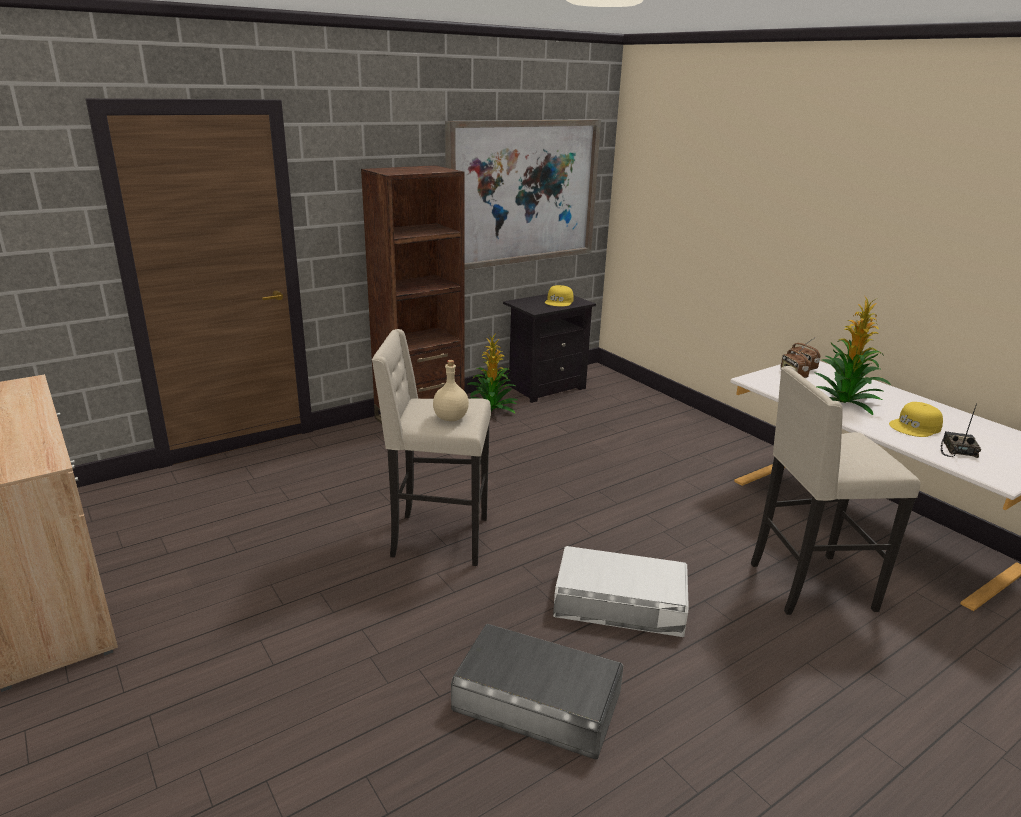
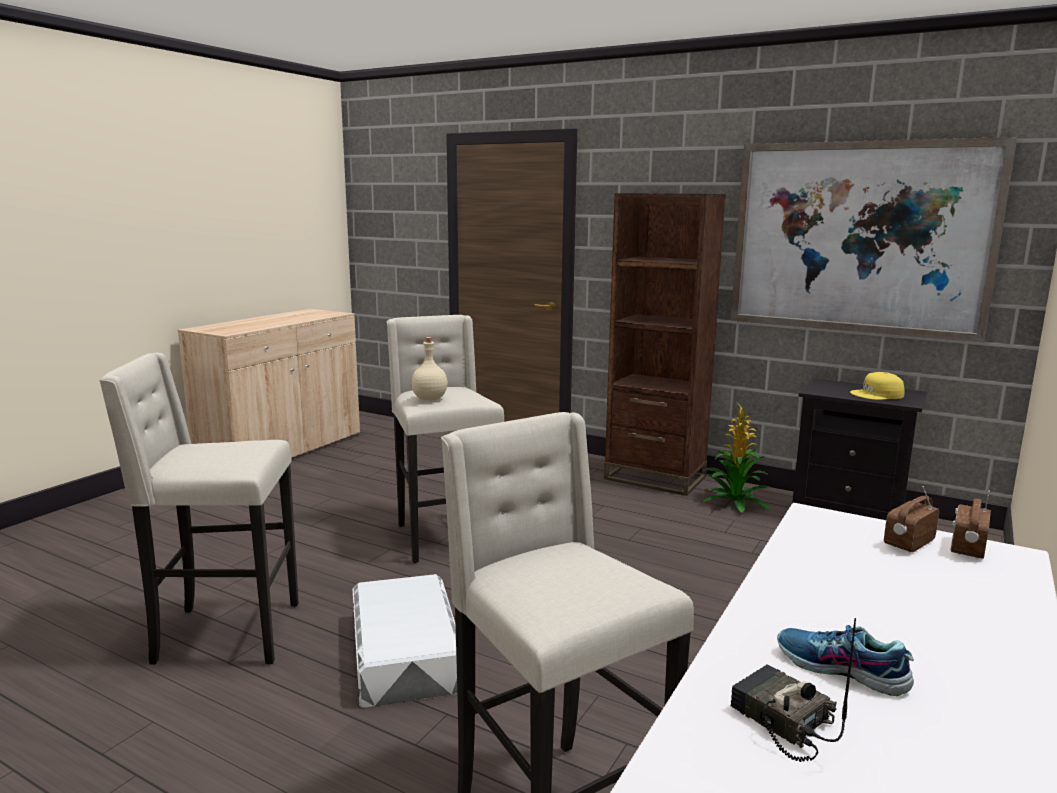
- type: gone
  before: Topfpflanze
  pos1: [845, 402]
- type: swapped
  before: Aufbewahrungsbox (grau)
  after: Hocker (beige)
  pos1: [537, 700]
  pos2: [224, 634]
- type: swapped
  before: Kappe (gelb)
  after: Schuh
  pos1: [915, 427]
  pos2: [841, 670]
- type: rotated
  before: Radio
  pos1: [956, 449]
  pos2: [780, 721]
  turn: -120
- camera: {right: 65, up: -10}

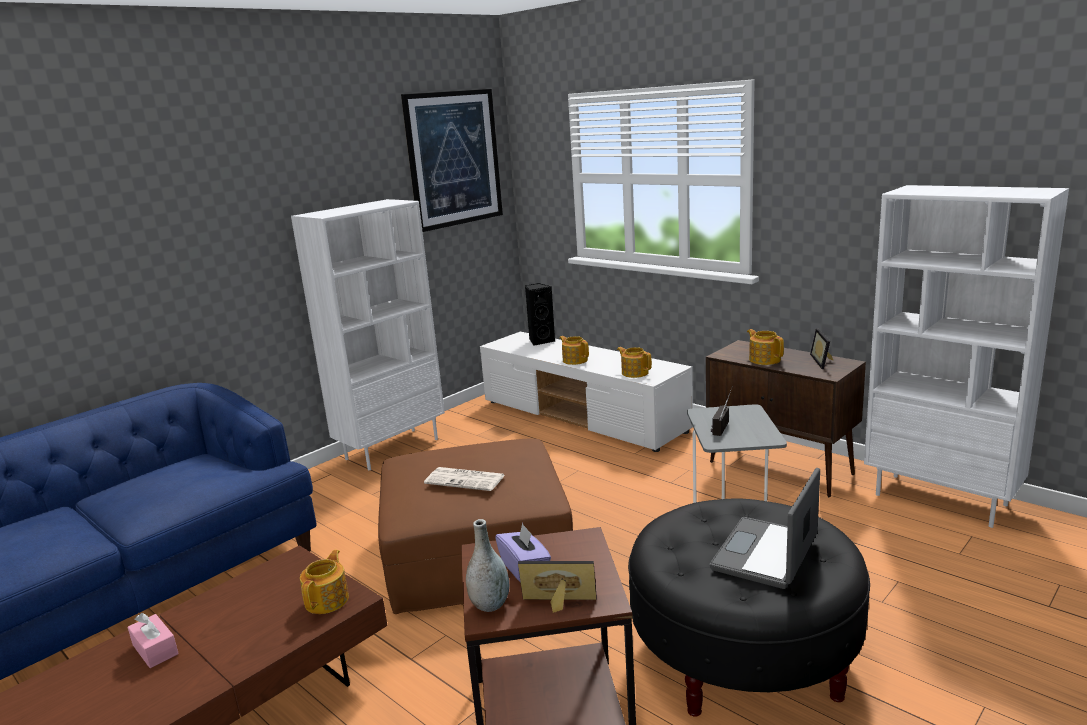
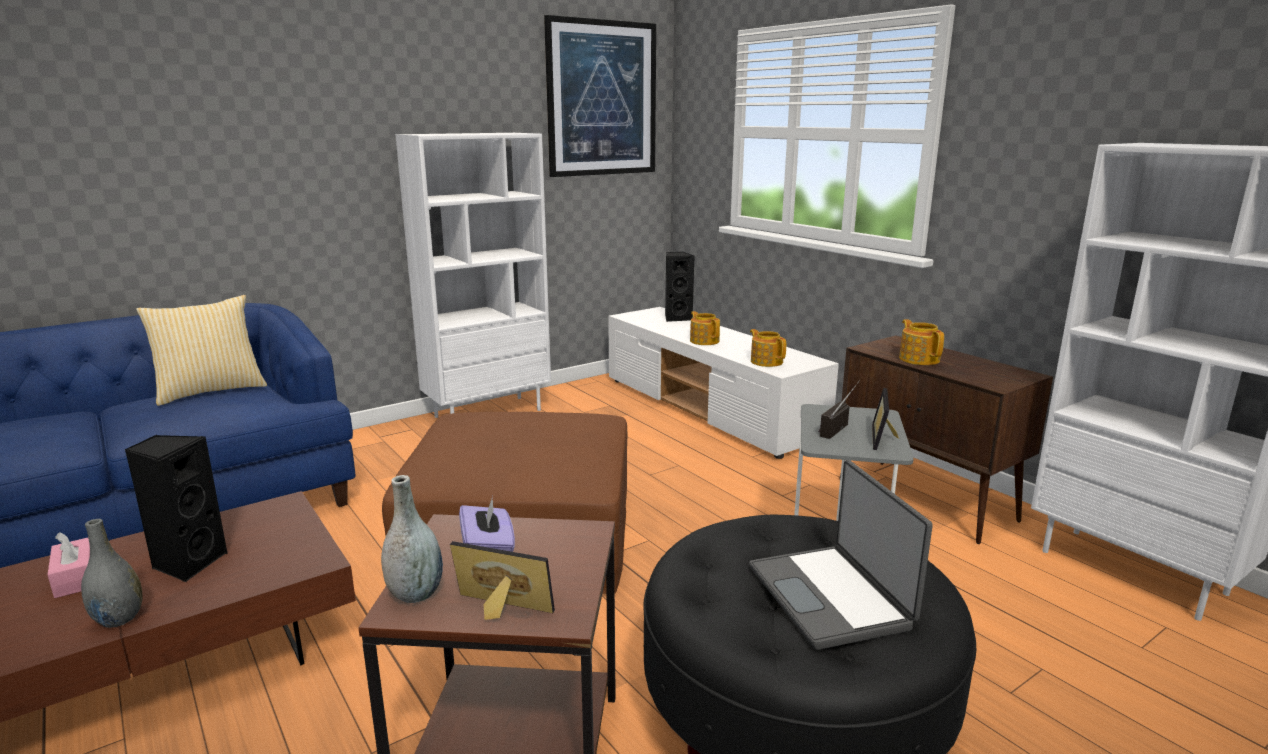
- type: gone
  before: Teekanne
  pos1: [328, 600]
- type: gone
  before: Zeitung
  pos1: [466, 479]
- type: new
  after: Vase (grau)
  pos2: [119, 619]
- type: new
  after: Lautsprecher (schwarz)
  pos2: [188, 563]
- type: new
  after: Kissen
  pos2: [210, 391]
- type: shifted
  before: Bilderrahmen
  pos1: [824, 361]
  pos2: [885, 438]
- type: rotated
  before: Laptop
  pos1: [767, 554]
  pos2: [831, 597]
  turn: -60
- camera: {right: 10, up: 0}

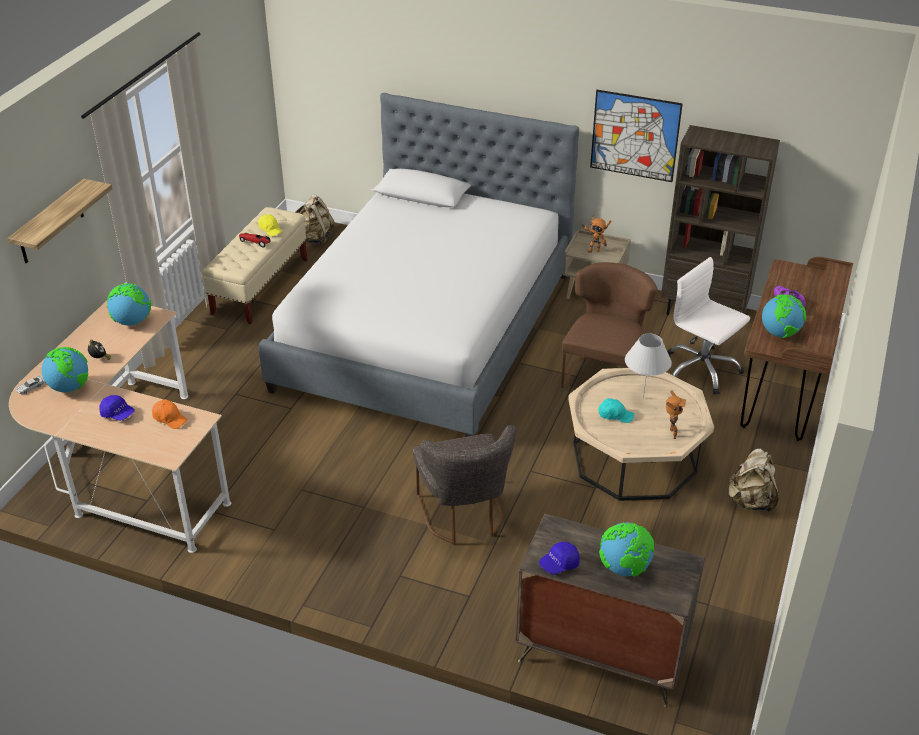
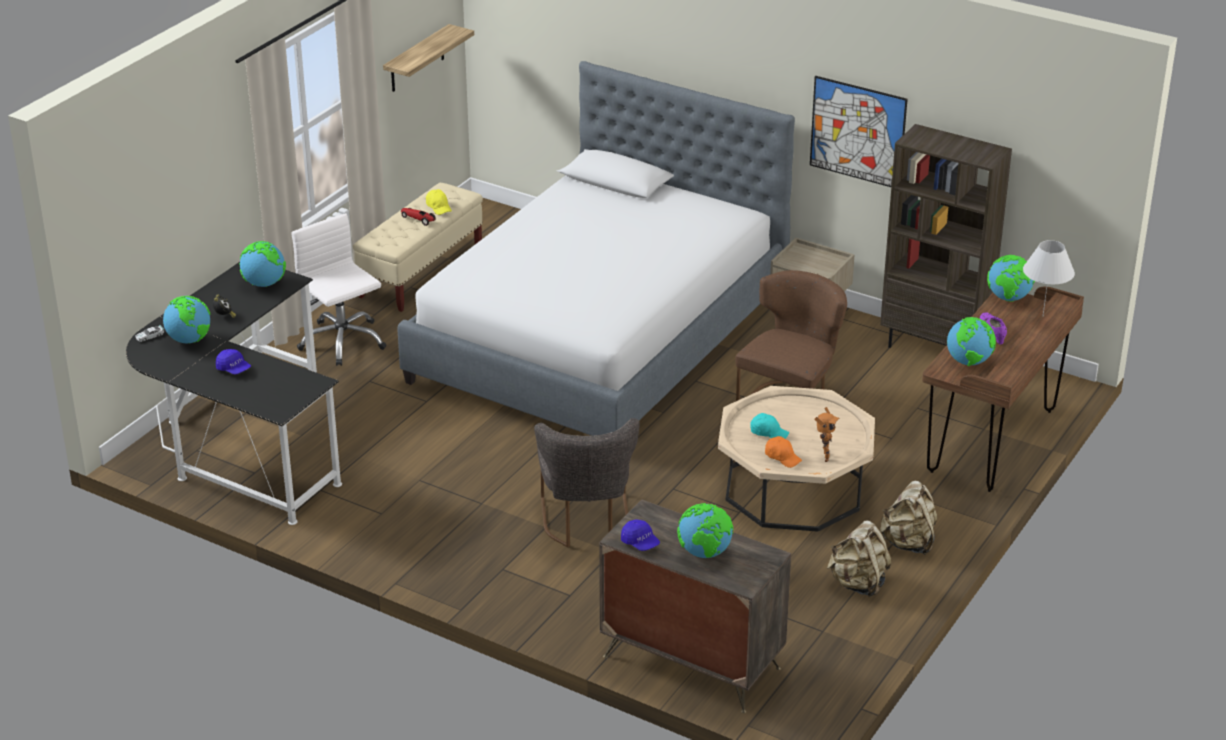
- type: gone
  before: Spielzeugroboter
  pos1: [593, 250]
- type: new
  after: Globus
  pos2: [1008, 299]
- type: shifted
  before: Wandregal
  pos1: [50, 223]
  pos2: [417, 59]
- type: shifted
  before: Kappe (orange)
  pos1: [170, 419]
  pos2: [782, 457]
- type: shifted
  before: Rucksack (beige)
  pos1: [314, 239]
  pos2: [858, 584]
- type: shifted
  before: Tischlampe (weiß)
  pos1: [643, 398]
  pos2: [1042, 316]
- type: shifted
  before: Bürostuhl (weiß)
  pos1: [701, 370]
  pos2: [342, 341]
- type: repainted
  before: Schreibtisch (beige)
  after: Schreibtisch (schwarz)
  pos1: [128, 468]
  pos2: [241, 441]
- type: rotated
  before: Kappe (blau)
  pos1: [559, 564]
  pos2: [640, 543]
  turn: -105
- camera: {right: 10, up: -5}

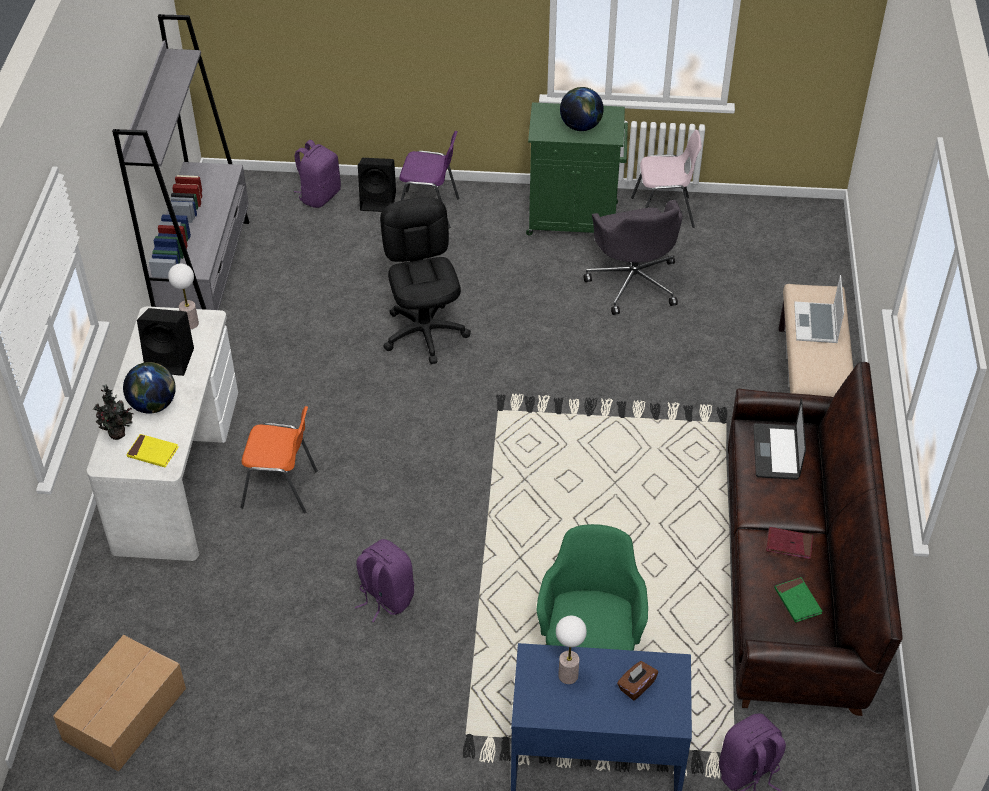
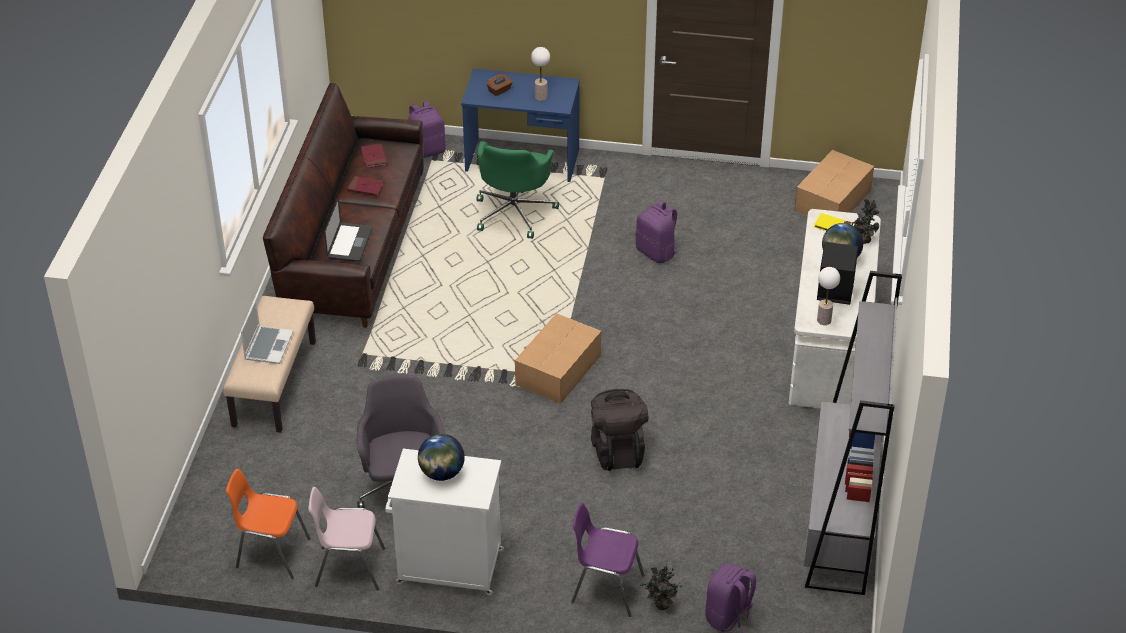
- type: new
  after: Karton
  pos2: [557, 370]
- type: shifted
  before: Stuhl (orange)
  pos1: [282, 489]
  pos2: [271, 553]
- type: swapped
  before: Lautsprecher (schwarz)
  after: Topfpflanze
  pos1: [379, 201]
  pos2: [661, 605]
- type: swapped
  before: Bürostuhl (schwarz)
  after: Rucksack (schwarz)
  pos1: [425, 333]
  pos2: [617, 450]
- type: repainted
  before: Schrank (grün)
  after: Schrank (weiß)
  pos1: [574, 219]
  pos2: [447, 567]
- type: repainted
  before: Buch (grün)
  after: Buch (rot)
  pos1: [797, 601]
  pos2: [374, 157]
- camera: {right: -175, up: -5}

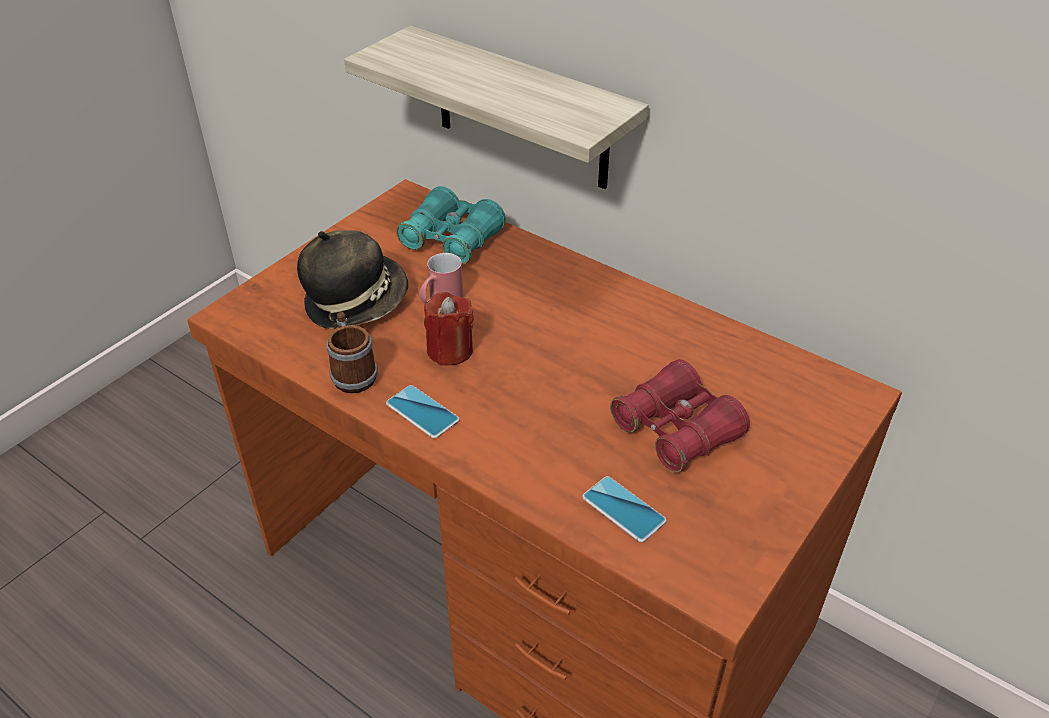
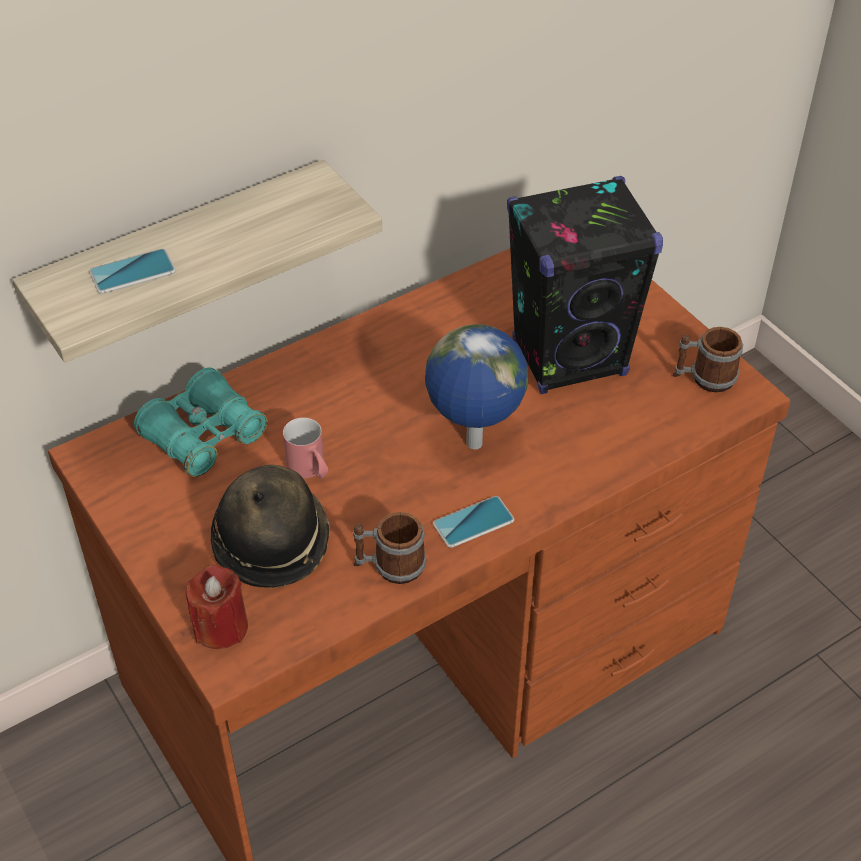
- type: new
  after: Globus
  pos2: [473, 445]
- type: new
  after: Henkelbecher
  pos2: [704, 378]
- type: shifted
  before: Kerze (rot)
  pos1: [450, 350]
  pos2: [220, 627]
- type: shifted
  before: Handy
  pos1: [623, 509]
  pos2: [132, 272]
- type: swapped
  before: Fernglas (rot)
  after: Lautsprecher (schwarz)
  pos1: [676, 430]
  pos2: [570, 358]
- camera: {right: -70, up: 5}

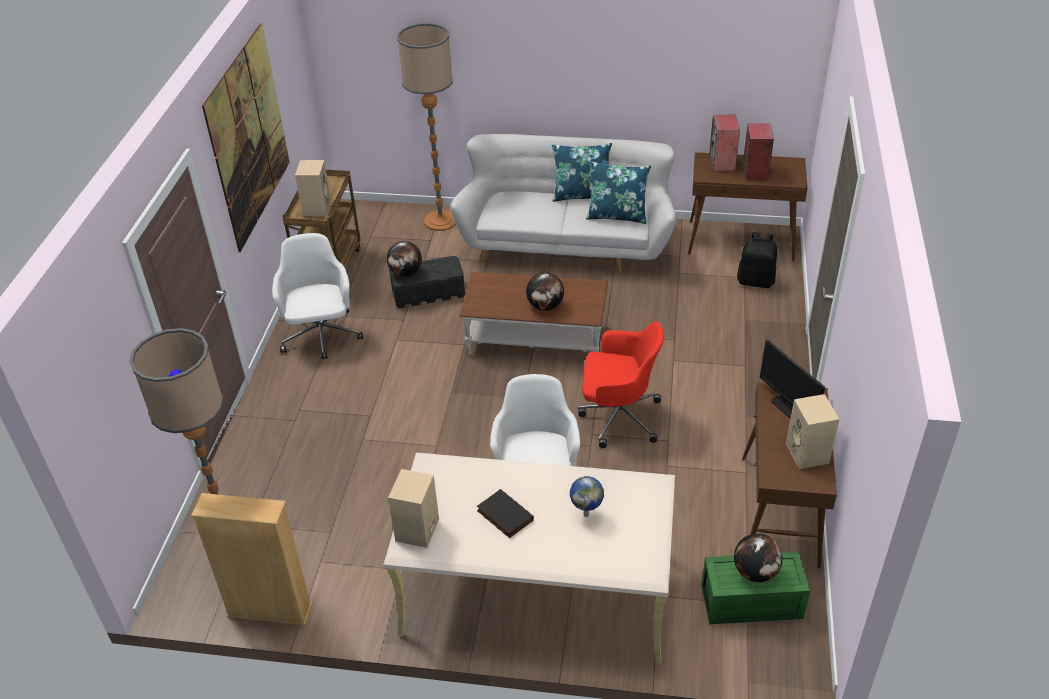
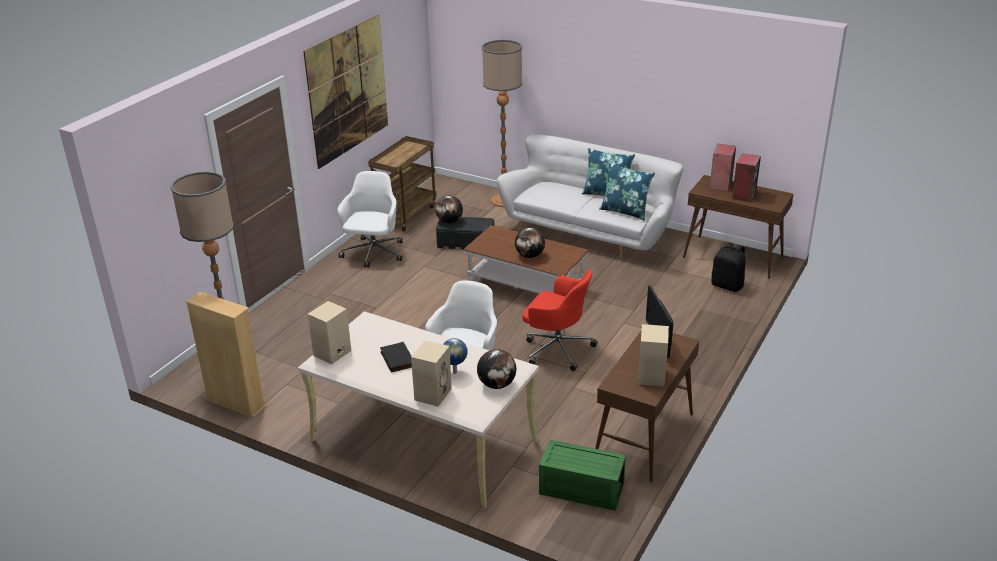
- type: shifted
  before: Lautsprecher (beige)
  pos1: [316, 207]
  pos2: [432, 394]
- type: shifted
  before: Globus
  pos1: [755, 572]
  pos2: [497, 385]
- camera: {right: 20, up: -10}

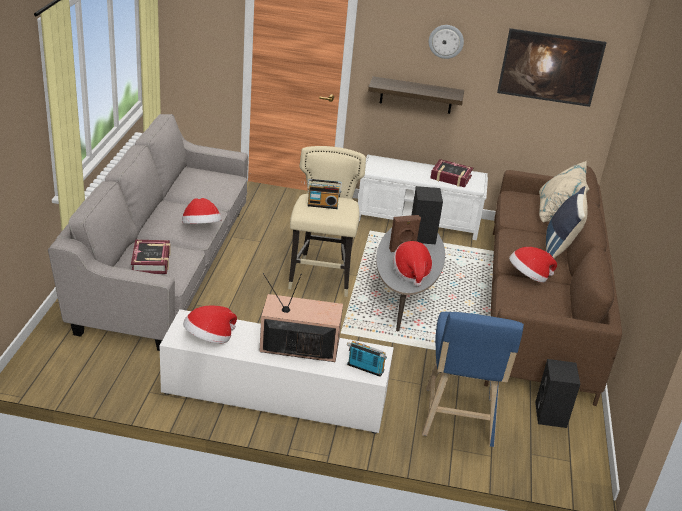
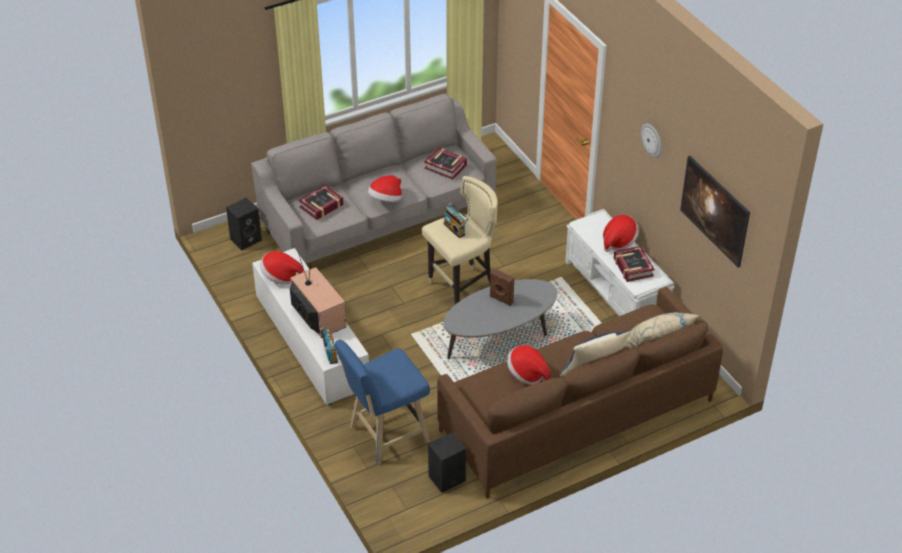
- type: gone
  before: Wandregal
  pos1: [416, 95]
- type: new
  after: Buch
  pos2: [445, 166]
- type: shifted
  before: Hut
  pos1: [411, 273]
  pos2: [618, 241]
- type: shifted
  before: Lautsprecher (schwarz)
  pos1: [421, 235]
  pos2: [246, 239]
- camera: {right: 55, up: 10}

